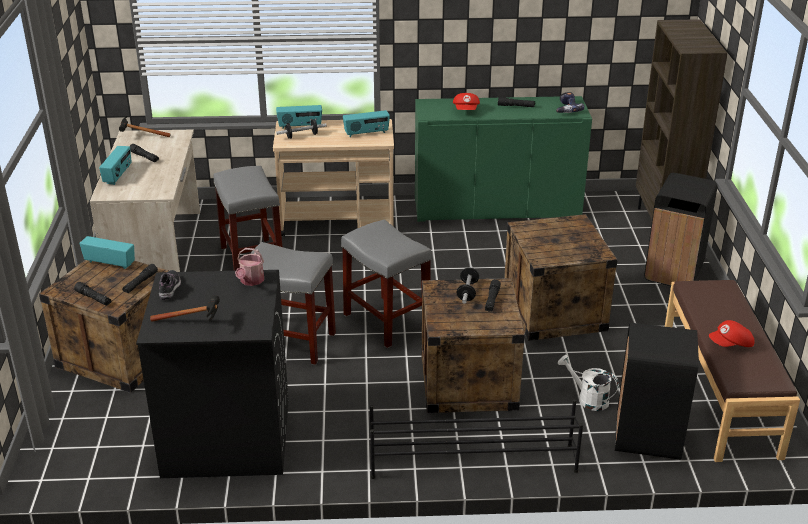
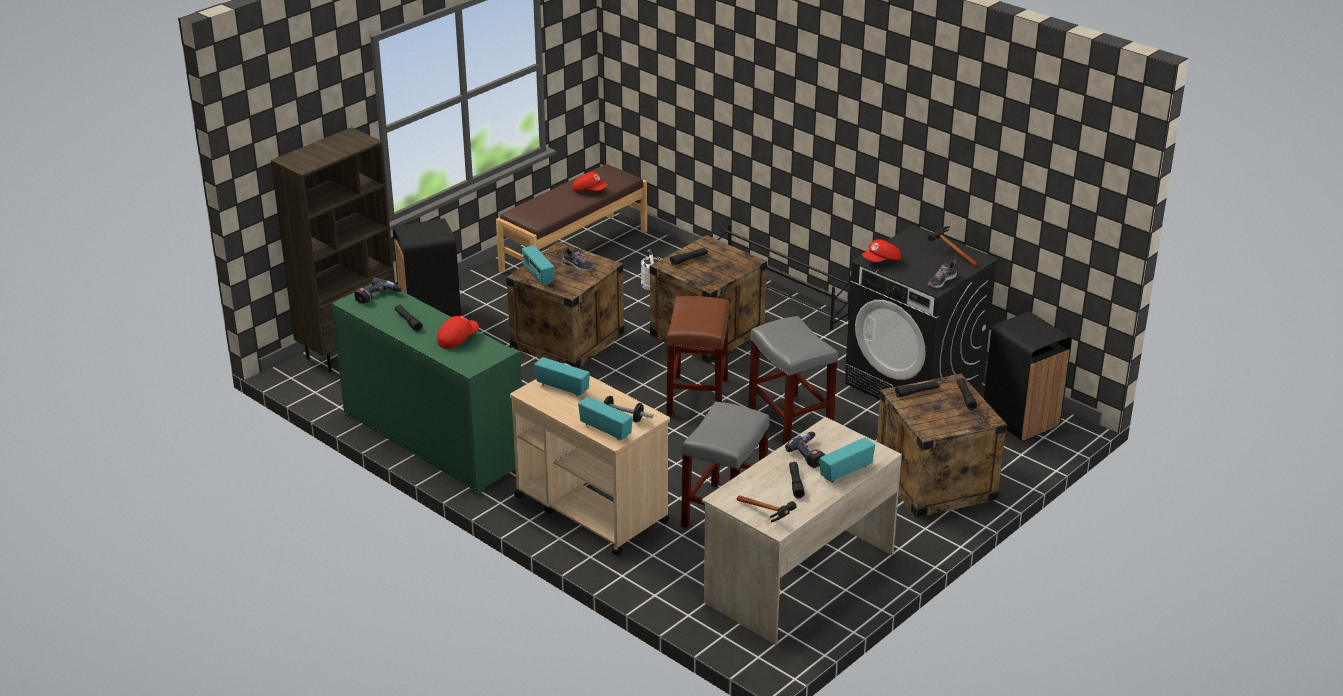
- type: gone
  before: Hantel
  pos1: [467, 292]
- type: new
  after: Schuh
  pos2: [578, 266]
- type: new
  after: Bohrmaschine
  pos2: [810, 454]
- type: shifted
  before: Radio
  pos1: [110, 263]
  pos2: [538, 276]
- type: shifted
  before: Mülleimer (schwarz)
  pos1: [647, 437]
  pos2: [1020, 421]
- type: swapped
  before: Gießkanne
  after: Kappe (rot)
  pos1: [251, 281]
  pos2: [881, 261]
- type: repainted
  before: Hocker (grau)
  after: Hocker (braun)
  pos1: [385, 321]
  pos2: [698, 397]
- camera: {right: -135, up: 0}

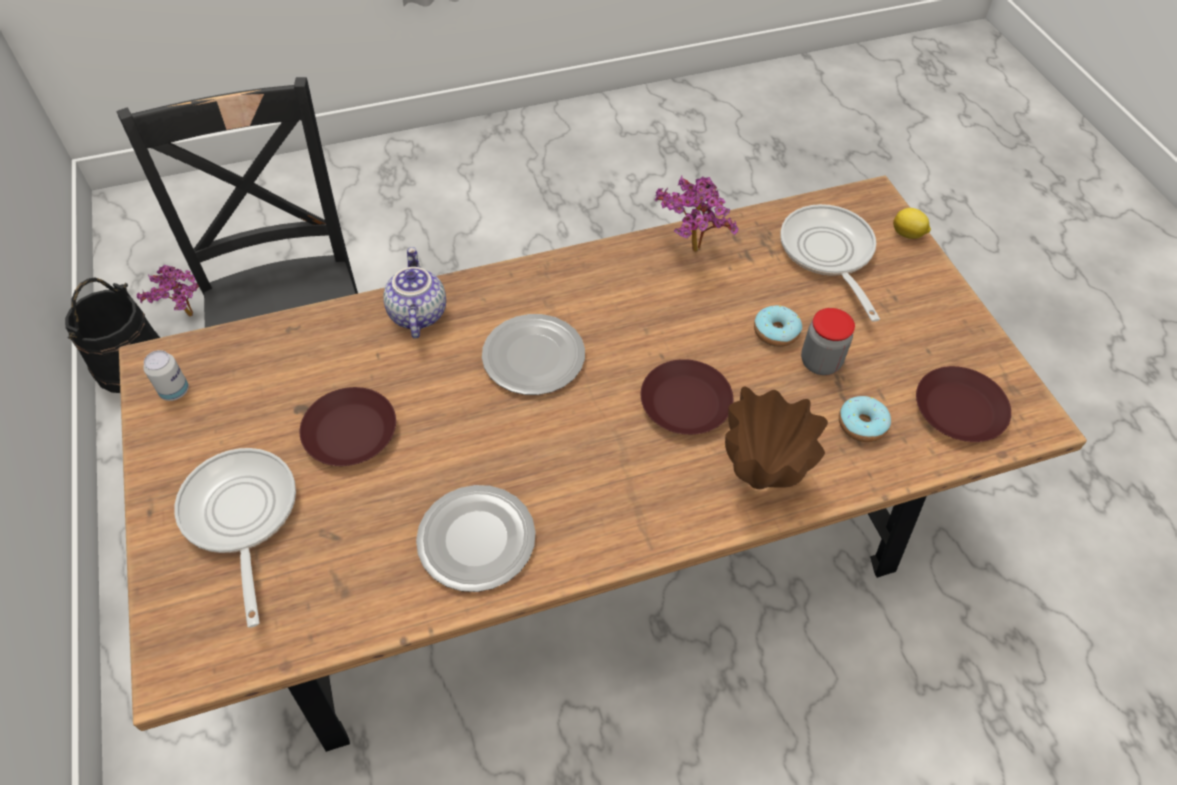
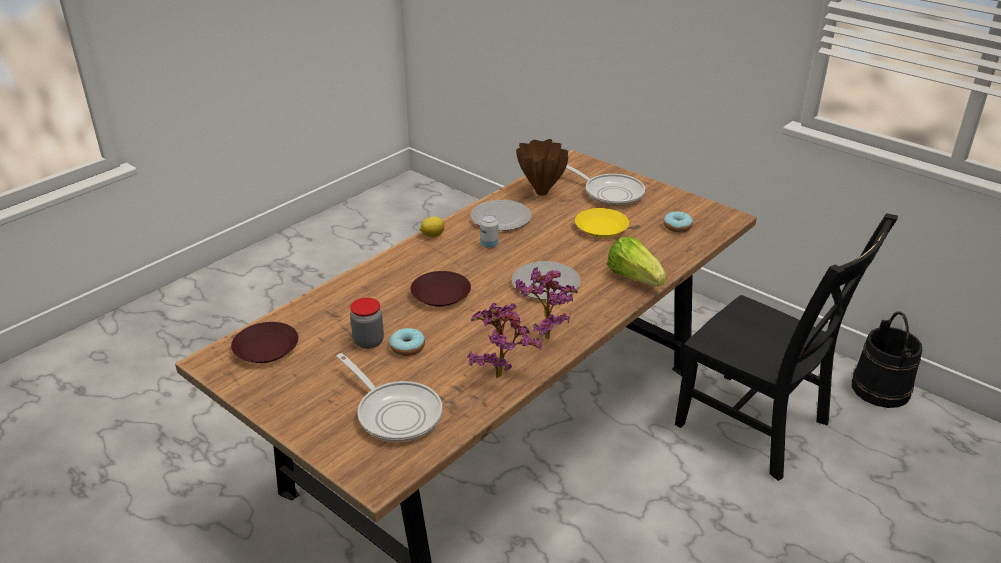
- type: shifted
  before: Topfpflanze
  pos1: [190, 318]
  pos2: [543, 335]
- type: shifted
  before: Dose
  pos1: [175, 391]
  pos2: [489, 245]
- type: shifted
  before: Vase (braun)
  pos1: [759, 481]
  pos2: [540, 192]
- type: shifted
  before: Donut
  pos1: [862, 424]
  pos2: [677, 227]
- type: shifted
  before: Zitrone
  pos1: [908, 234]
  pos2: [432, 235]
- type: swapped
  before: Teekanne
  after: Salatkopf
  pos1: [416, 314]
  pos2: [634, 278]
- type: repainted
  before: Teller (braun)
  after: Teller (gelb)
  pos1: [350, 431]
  pos2: [601, 227]
- camera: {right: 150, up: -20}

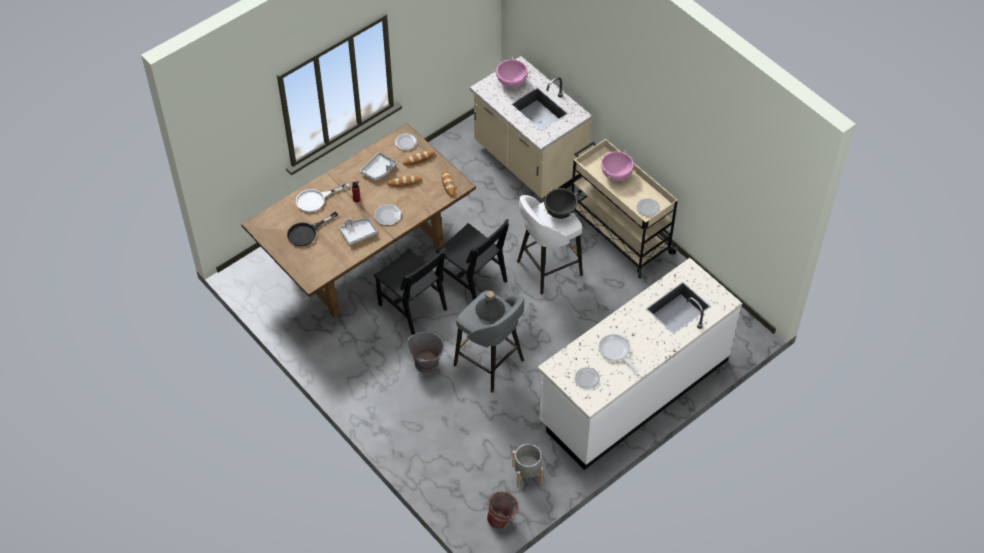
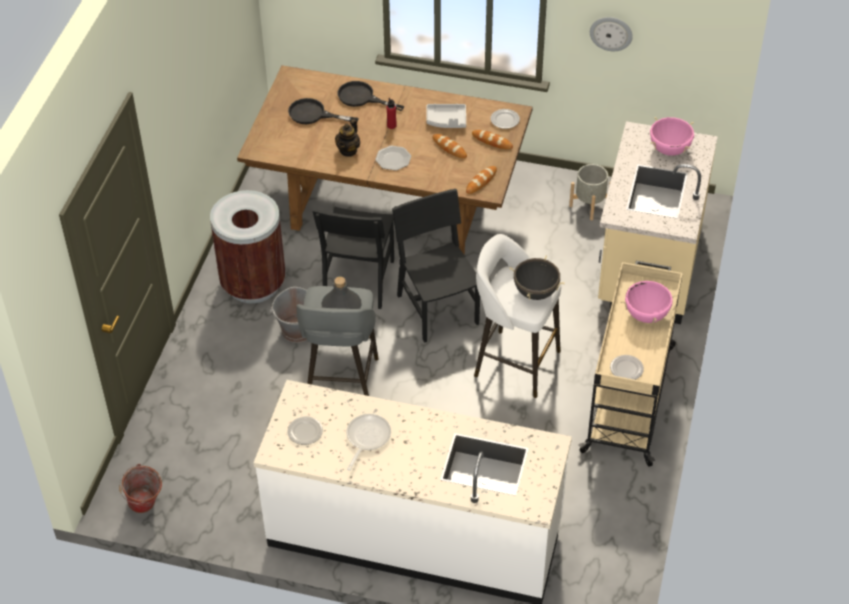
- type: new
  after: Mülleimer (braun)
  pos2: [253, 283]
- type: new
  after: Wanduhr
  pos2: [611, 33]
- type: shifted
  before: Pflanzkübel (grau)
  pos1: [527, 474]
  pos2: [589, 205]
- type: swapped
  before: Tablett (grau)
  after: Teekanne
  pos1: [358, 233]
  pos2: [348, 150]
- type: repainted
  before: Pfanne (weiß)
  after: Pfanne (schwarz)
  pos1: [315, 199]
  pos2: [362, 98]
- type: rotated
  before: Stuhl (schwarz)
  pos1: [473, 281]
  pos2: [438, 309]
  turn: 150
- camera: {right: 55, up: -5}

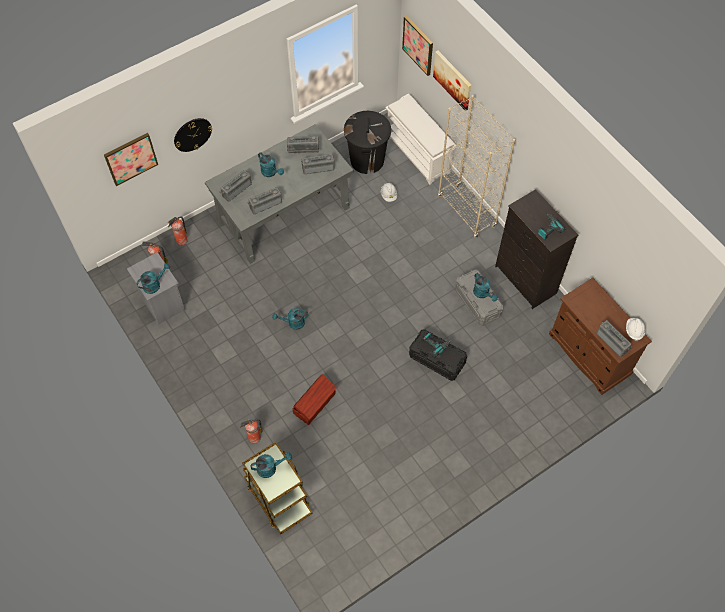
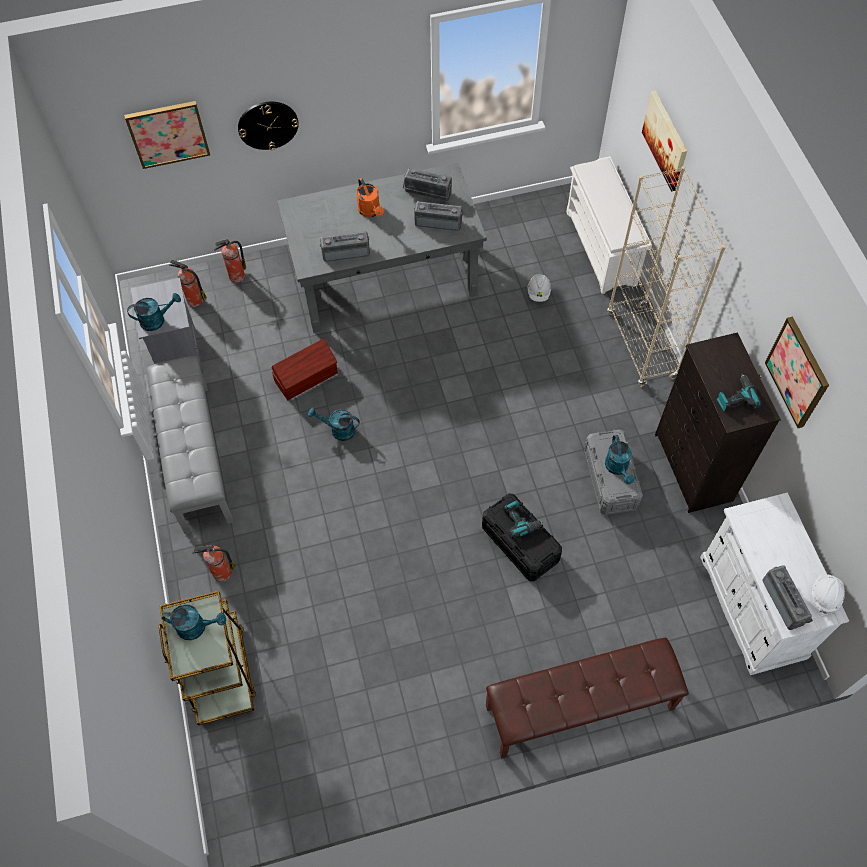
- type: gone
  before: Radio
  pos1: [236, 189]
- type: gone
  before: Mülleimer (schwarz)
  pos1: [367, 160]
- type: new
  after: Bank (grau)
  pos2: [195, 457]
- type: new
  after: Bank (braun)
  pos2: [579, 708]
- type: shifted
  before: Aufbewahrungsbox (braun)
  pos1: [315, 403]
  pos2: [307, 377]
- type: shifted
  before: Bild
  pos1: [418, 45]
  pos2: [798, 372]
- type: repainted
  before: Gießkanne (türkis)
  after: Gießkanne (orange)
  pos1: [271, 172]
  pos2: [371, 211]
- type: repainted
  before: Schrank (braun)
  after: Schrank (weiß)
  pos1: [589, 354]
  pos2: [752, 606]
- camera: {right: 20, up: 0}

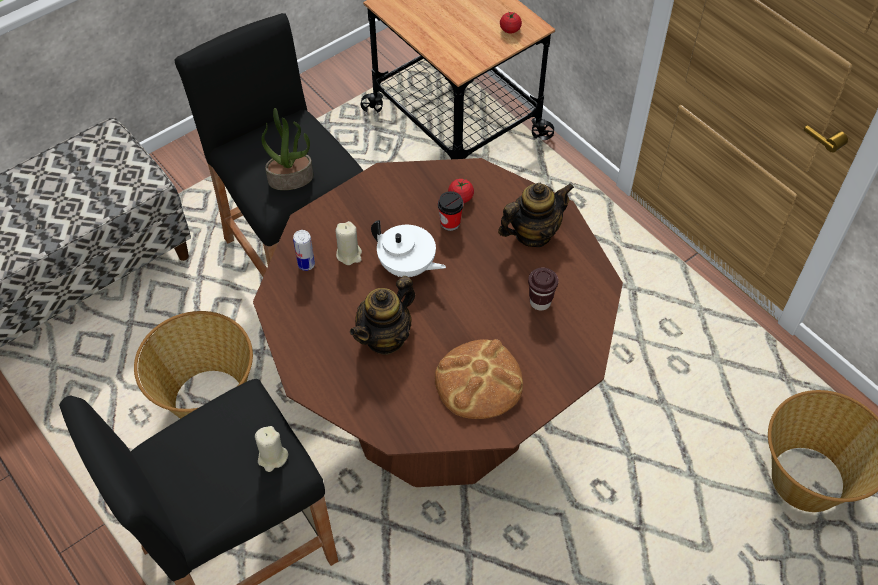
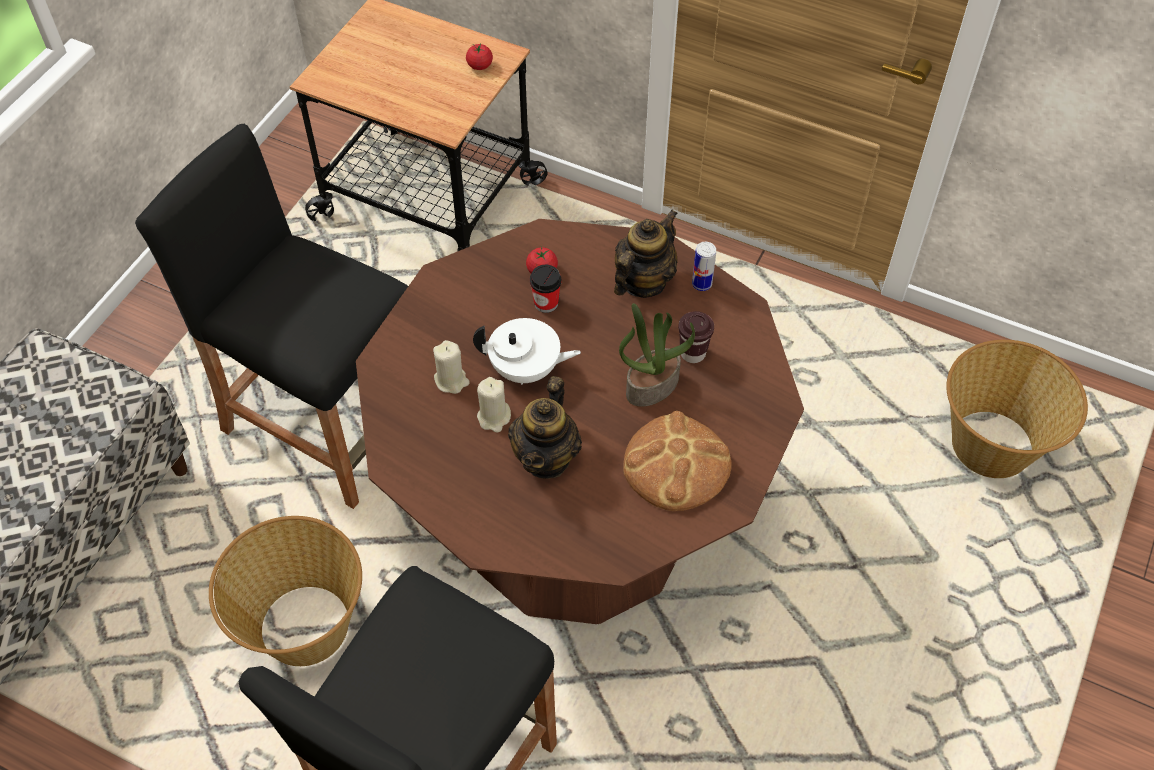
- type: shifted
  before: Kerze (beige)
  pos1: [272, 457]
  pos2: [494, 417]
- type: shifted
  before: Topfpflanze
  pos1: [291, 178]
  pos2: [652, 385]
- type: shifted
  before: Dose
  pos1: [306, 264]
  pos2: [701, 284]
- camera: {right: -25, up: 0}

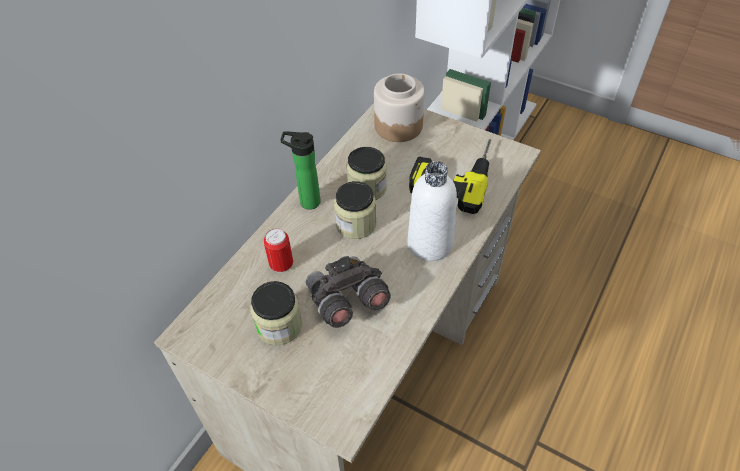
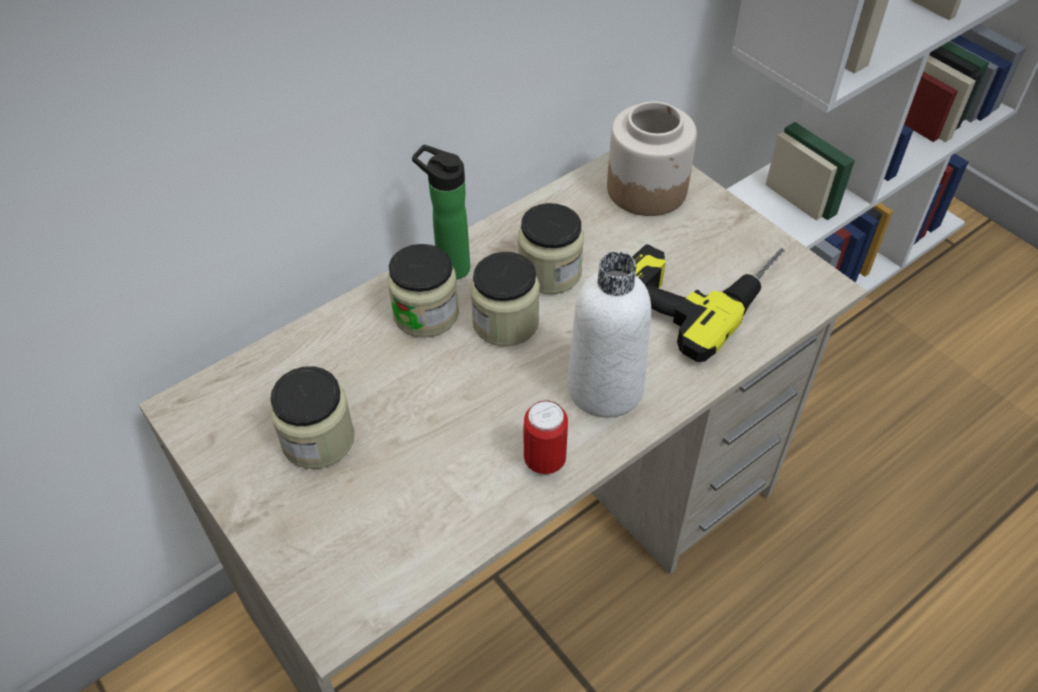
- type: gone
  before: Fernglas (grau)
  pos1: [346, 301]
- type: new
  after: Vorratsglas
  pos2: [426, 314]
- type: shifted
  before: Dose
  pos1: [281, 265]
  pos2: [544, 461]
- camera: {right: 20, up: 0}

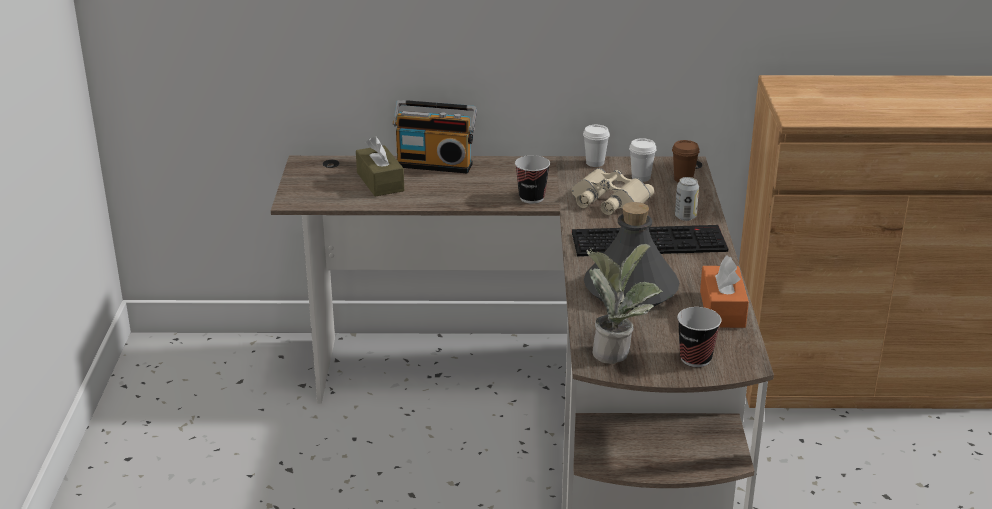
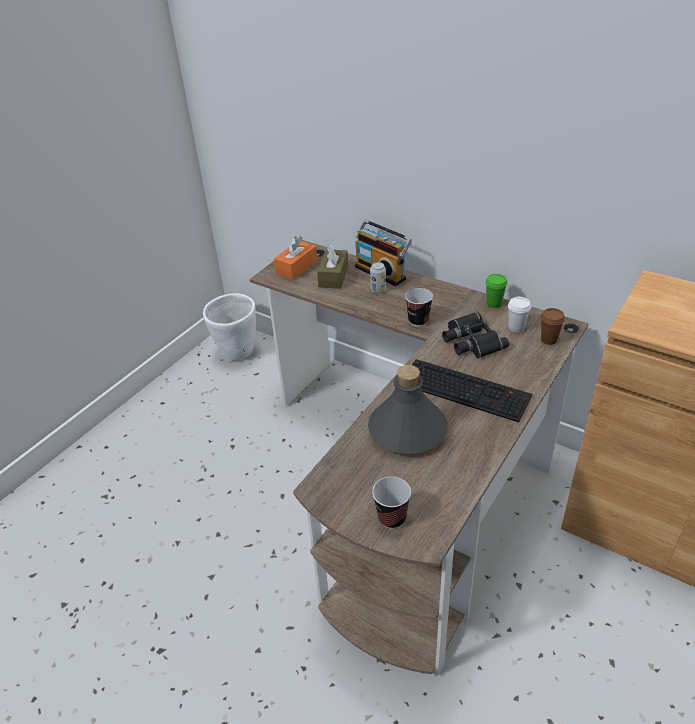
- type: gone
  before: Topfpflanze
  pos1: [618, 351]
- type: new
  after: Pflanzkübel (weiß)
  pos2: [237, 352]
- type: shifted
  before: Dose
  pos1: [685, 217]
  pos2: [378, 290]
- type: shifted
  before: Taschentuchbox (orange)
  pos1: [722, 309]
  pos2: [296, 267]
- type: repainted
  before: Fernglas (beige)
  after: Fernglas (schwarz)
  pos1: [608, 200]
  pos2: [471, 341]
- type: repainted
  before: Tasse (weiß)
  after: Tasse (grün)
  pos1: [595, 163]
  pos2: [494, 304]
- camera: {right: 35, up: 10}

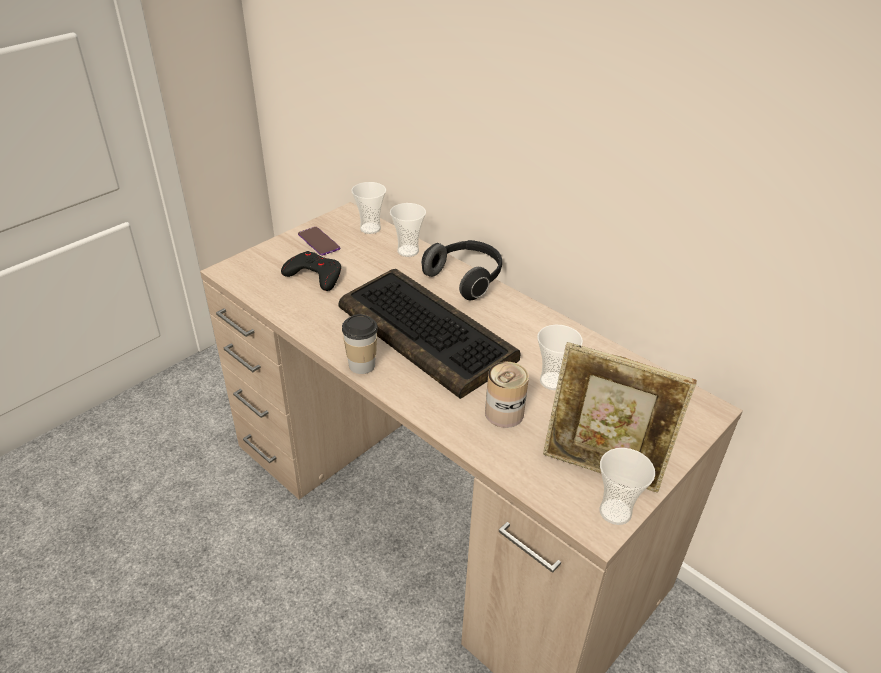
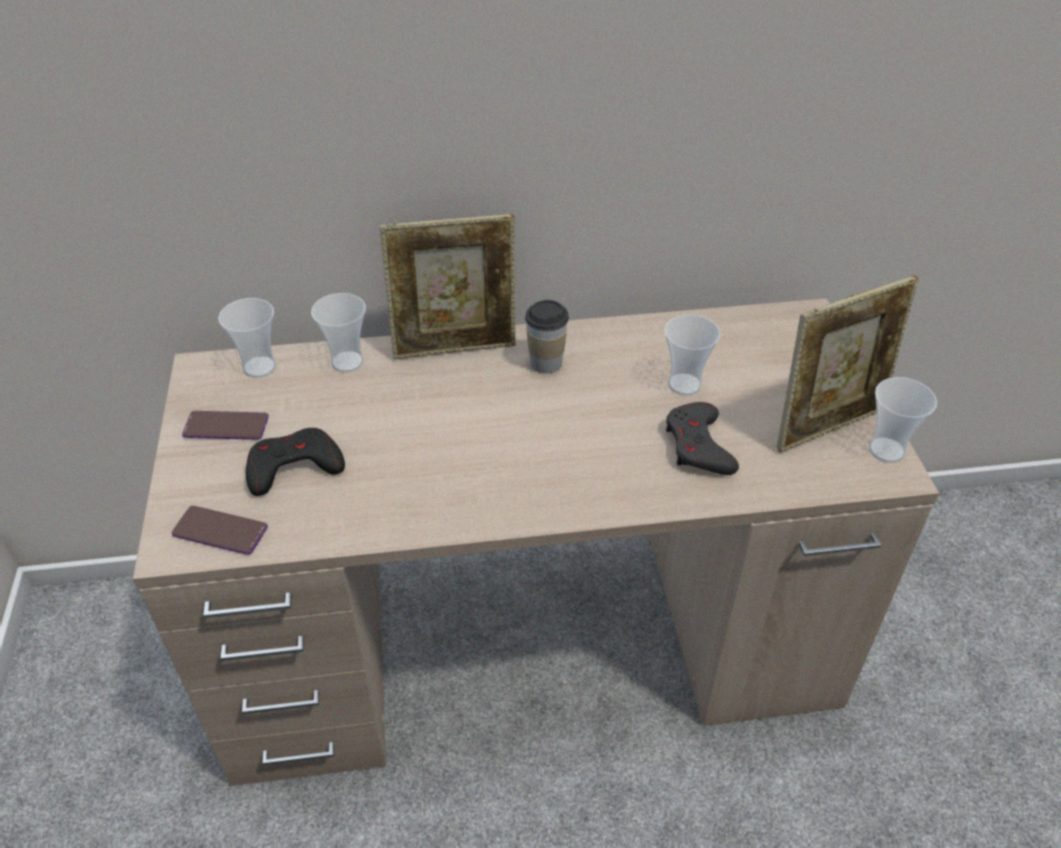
- type: gone
  before: Tastatur
  pos1: [428, 333]
- type: new
  after: Handy
  pos2: [220, 531]
- type: shifted
  before: Tasse
  pos1: [362, 365]
  pos2: [546, 363]
- type: swapped
  before: Kopfhörer
  after: Bilderrahmen
  pos1: [466, 278]
  pos2: [455, 348]
- type: swapped
  before: Dose
  after: Gamepad (grau)
  pos1: [504, 413]
  pos2: [698, 446]
- camera: {right: -50, up: 5}

